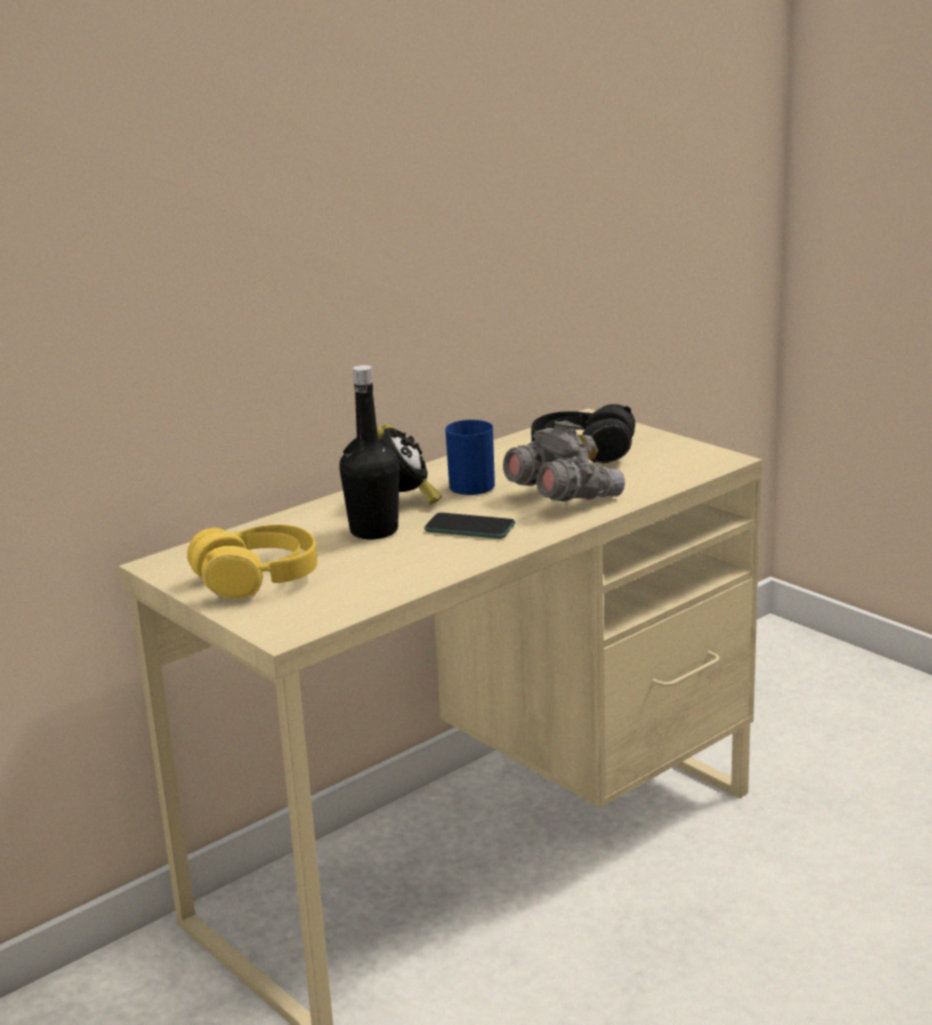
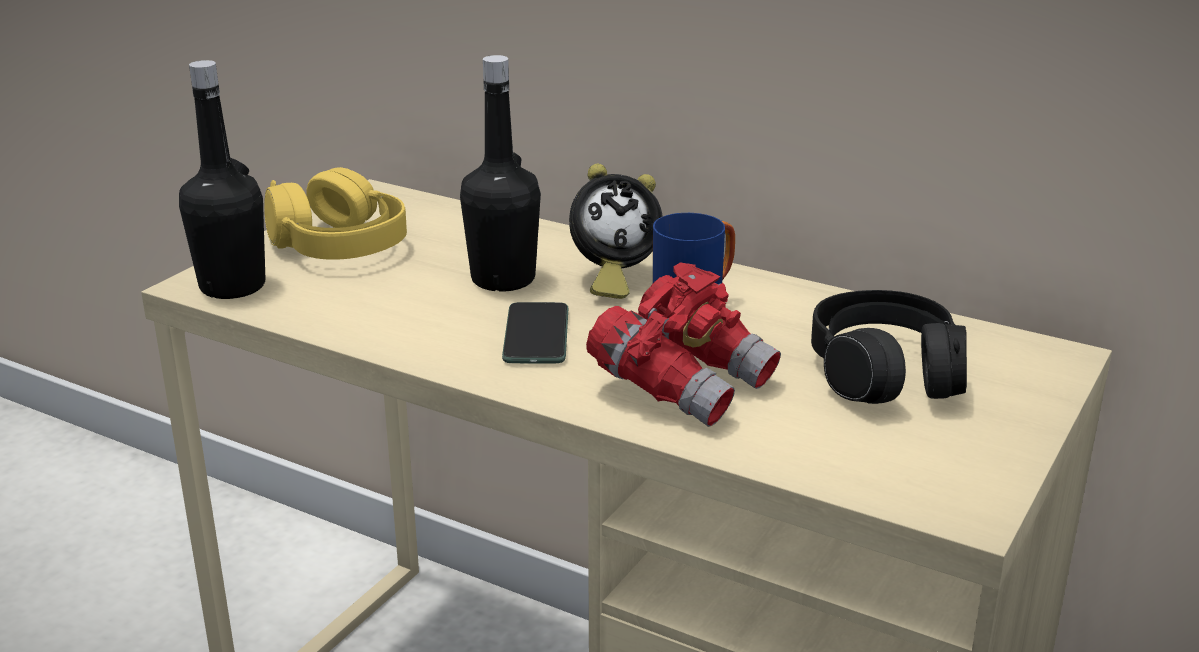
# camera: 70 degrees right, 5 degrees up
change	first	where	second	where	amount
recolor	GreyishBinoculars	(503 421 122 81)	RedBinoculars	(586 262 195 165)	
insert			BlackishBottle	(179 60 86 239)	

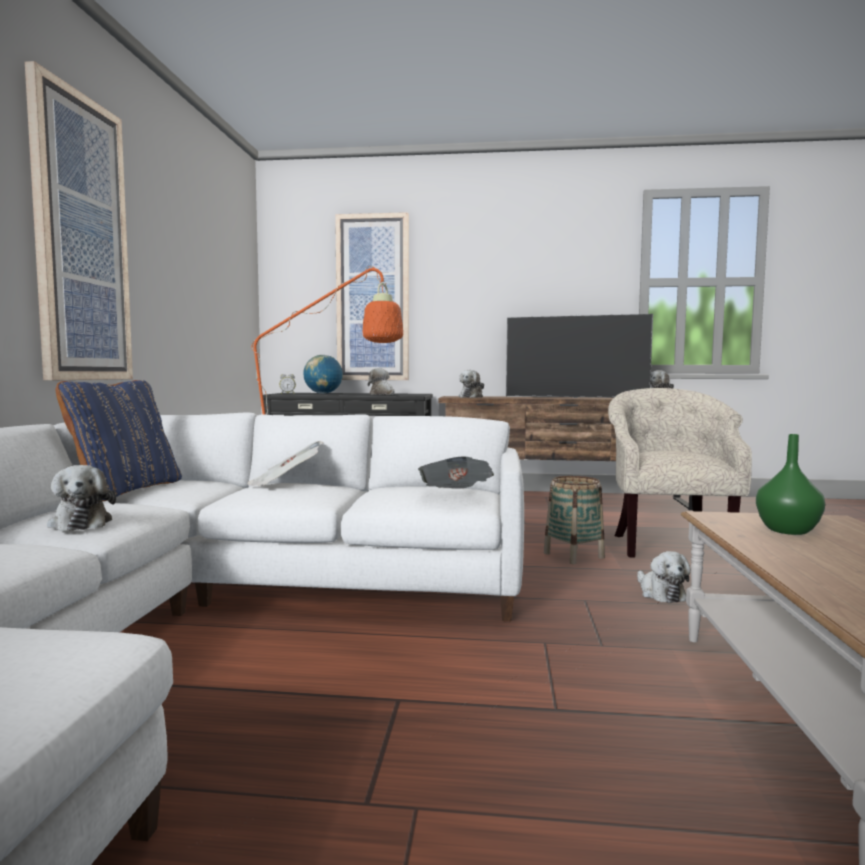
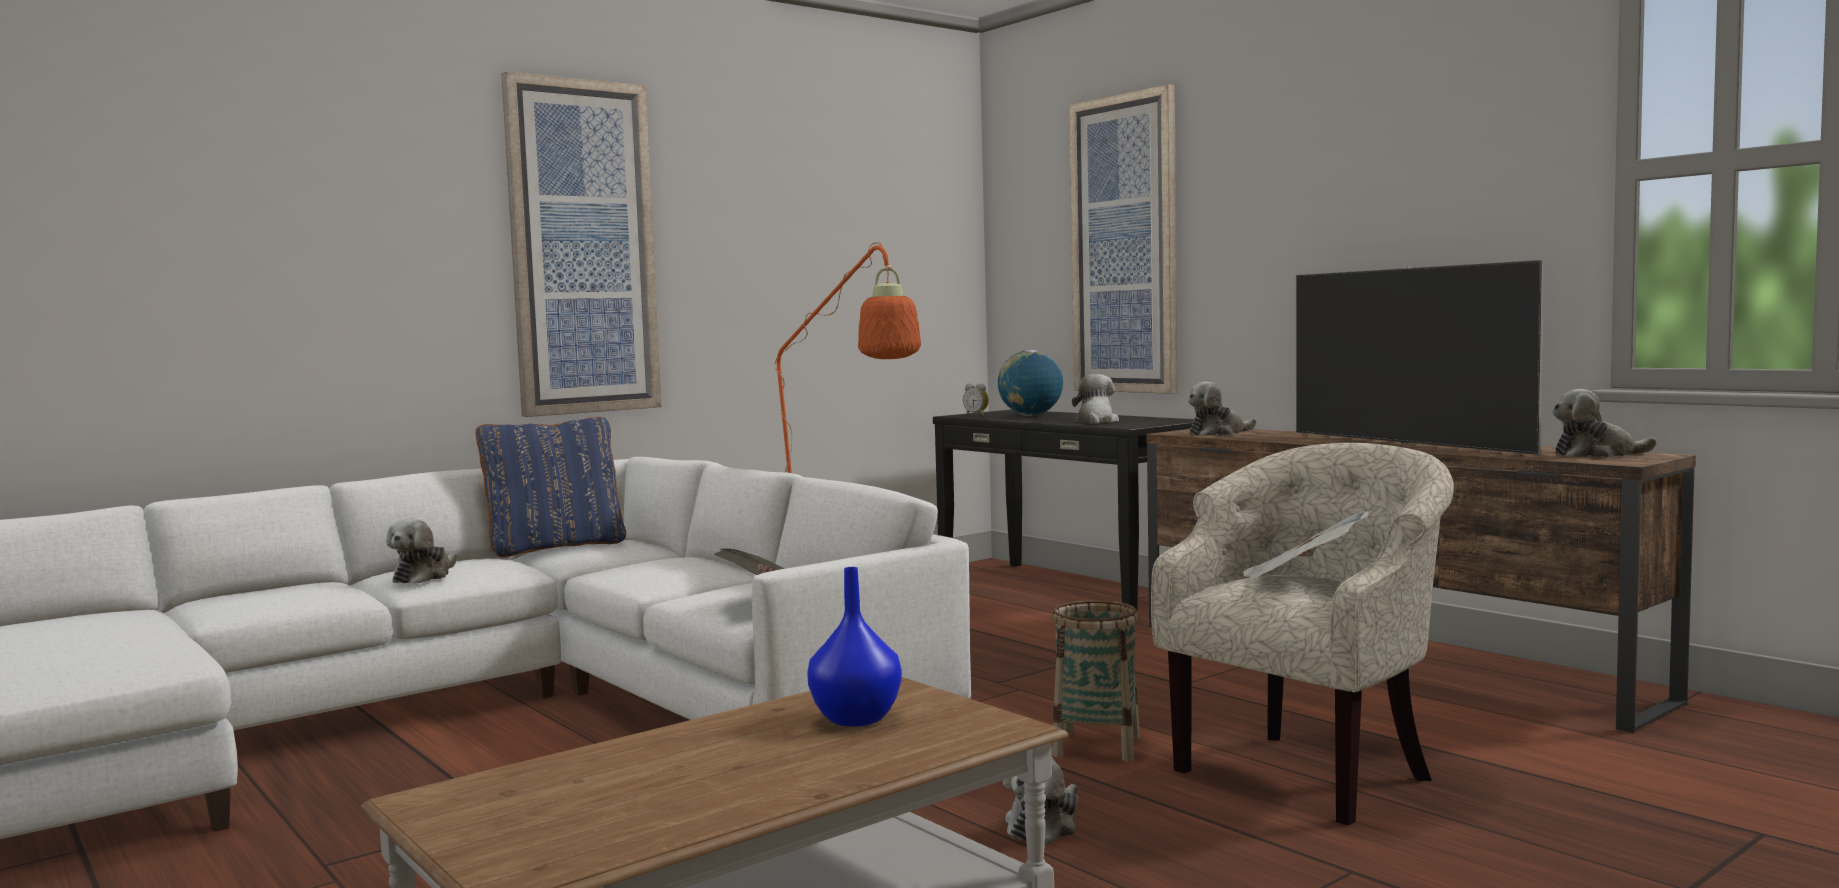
# camera: 45 degrees right, 0 degrees up
change	first	where	second	where	amount
move	Newspaper	(247 441 76 45)		(1243 511 126 68)	
recolor	GreenDecorativeVase	(756 434 69 101)	BlueDecorativeVase	(807 567 95 160)	

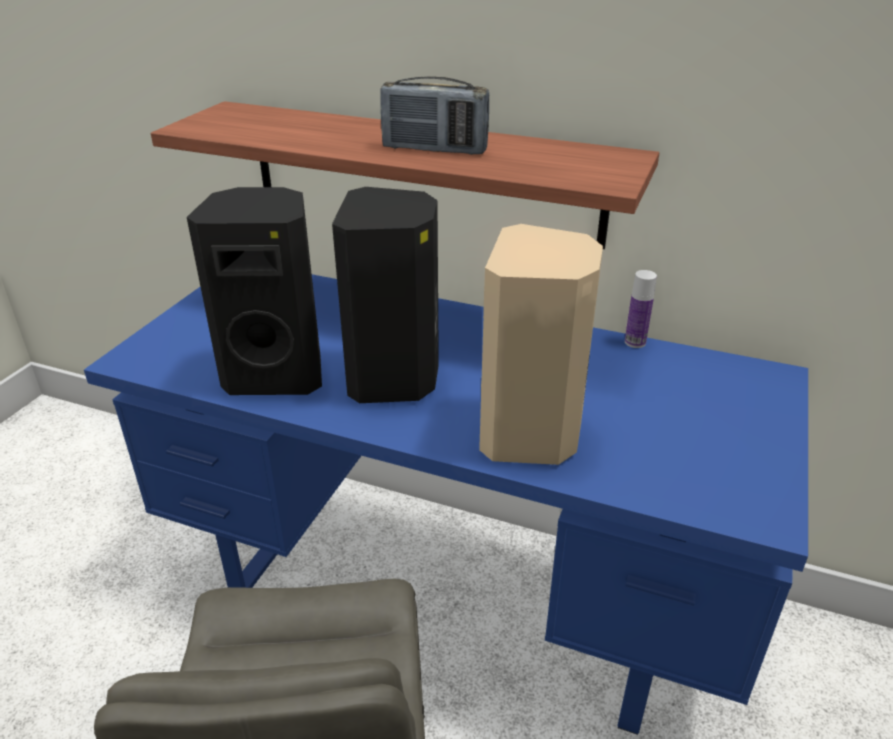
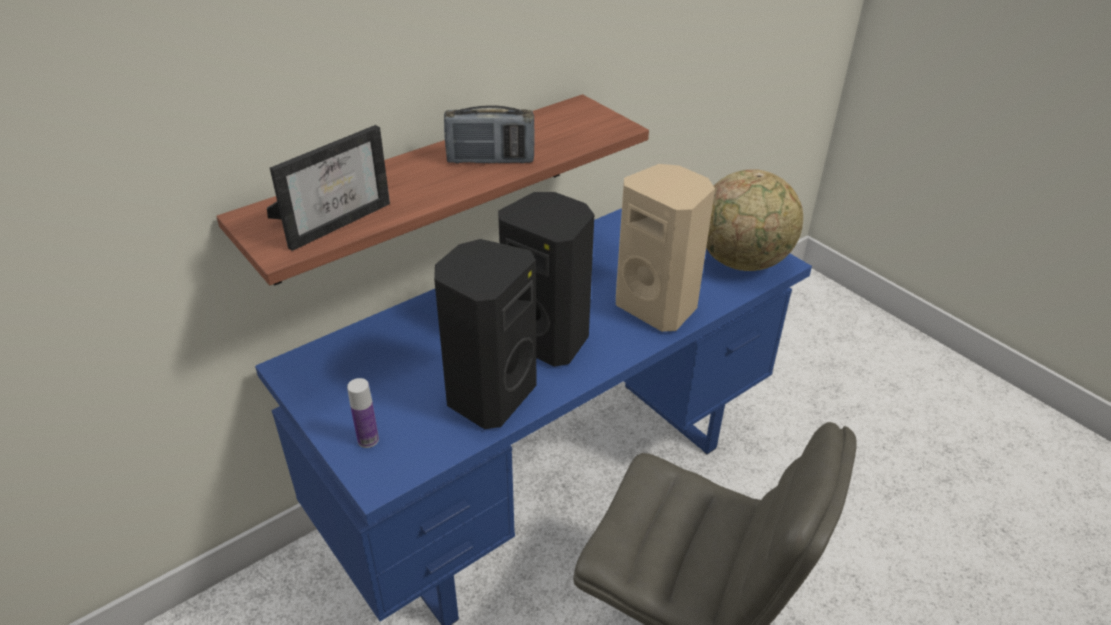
# camera: 60 degrees left, 5 degrees up
change	first	where	second	where	amount
rotate	RadioReceiver	(380 76 109 79)		(444 105 91 59)	45 degrees clockwise
move	Bottle	(625 270 32 78)		(347 378 32 70)	
insert			PhotoFrame	(267 125 123 126)	
insert			DeskGlobe	(706 169 97 102)	

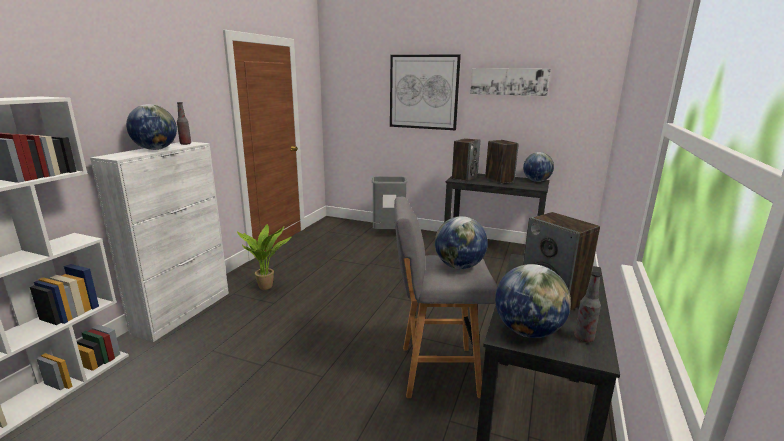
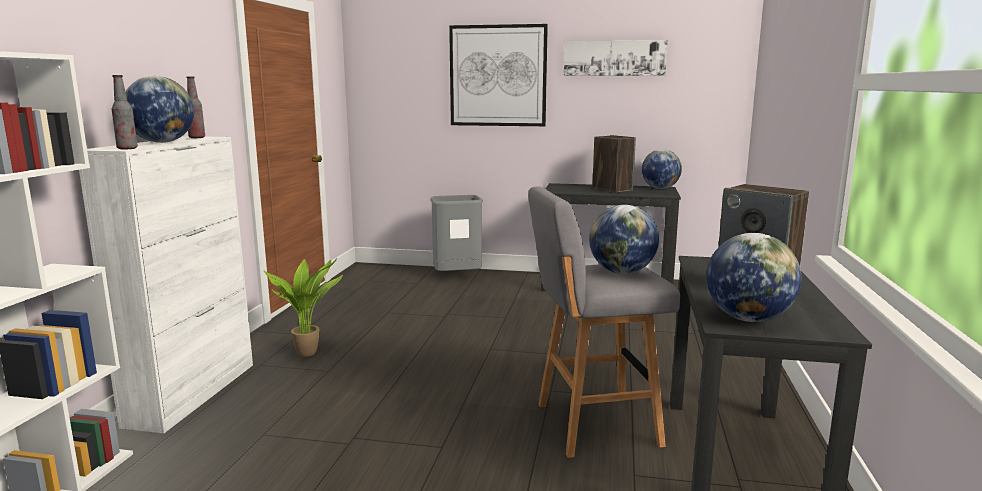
# camera: 10 degrees left, 5 degrees down
change	first	where	second	where	amount
delete	Loudspeaker	(452 138 28 44)			
move	Bottle	(574 271 27 71)		(112 75 26 74)	

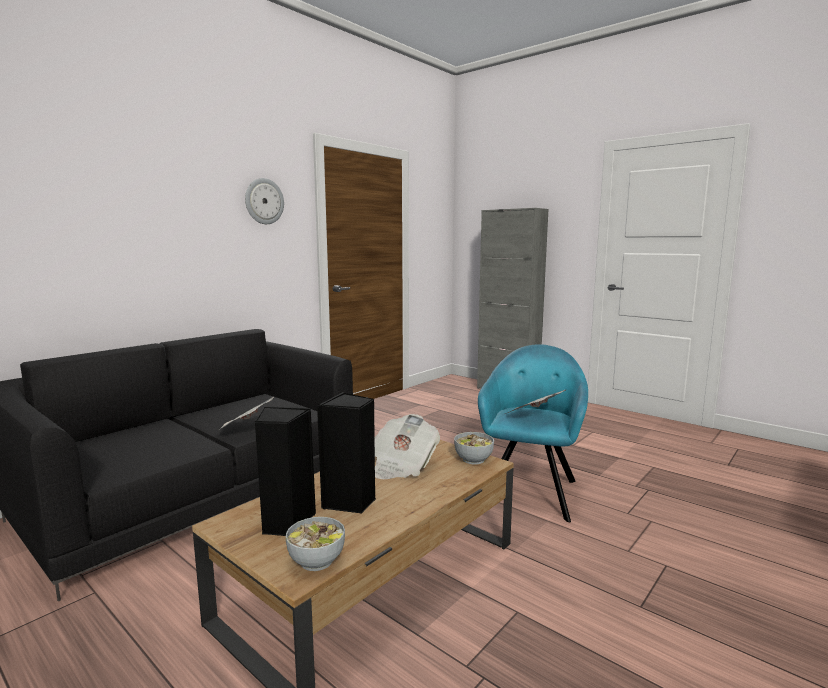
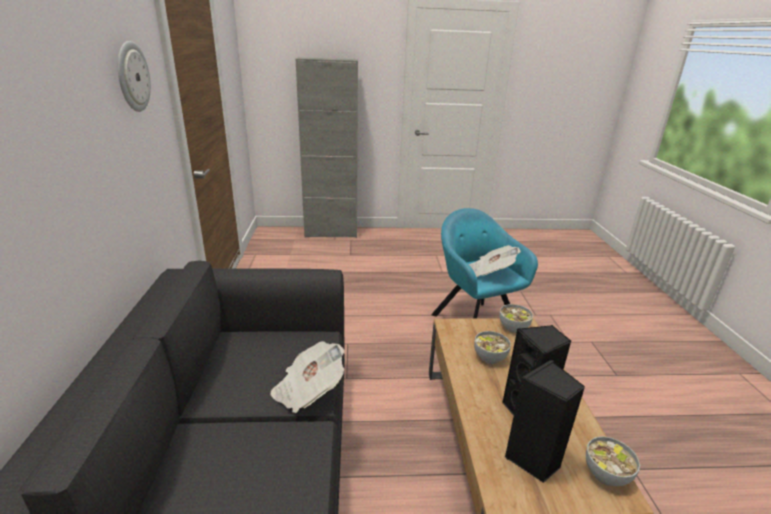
# camera: 45 degrees left, 15 degrees up
change	first	where	second	where	amount
replace	Newspaper	(375 414 65 65)	ServingBowl	(474 331 37 33)	

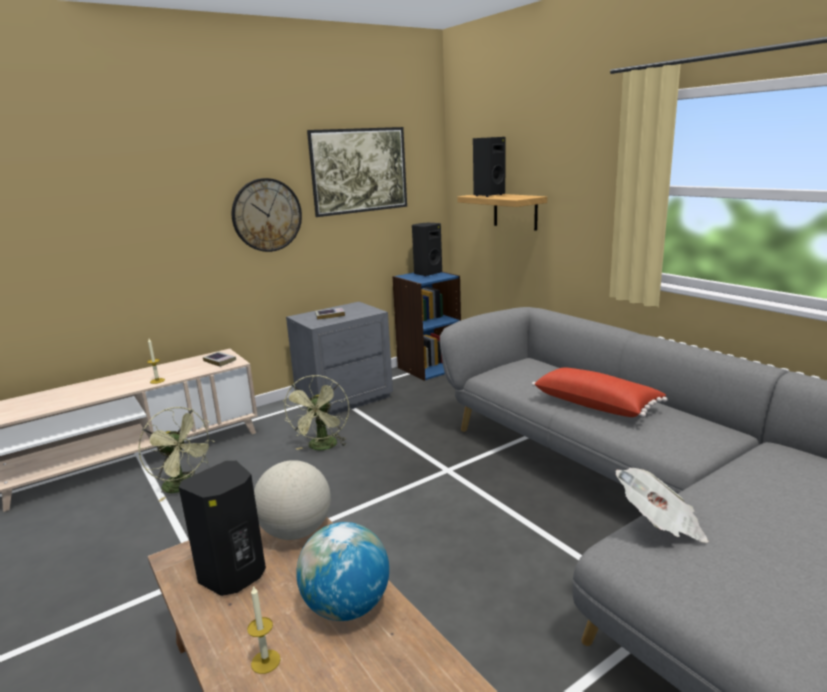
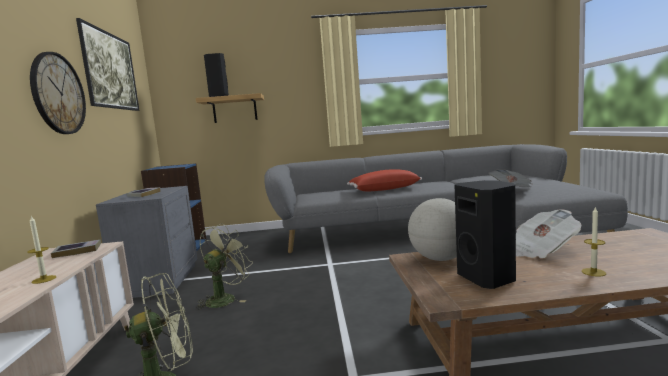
# camera: 60 degrees left, 10 degrees down
change	first	where	second	where	amount
rotate	GreenCoolingFan	(283 375 66 75)		(195 223 58 87)	90 degrees counterclockwise
replace	DeskGlobe	(296 522 93 99)	Newspaper	(516 209 65 49)	
delete	BlackishLoudspeaker	(412 223 30 53)			

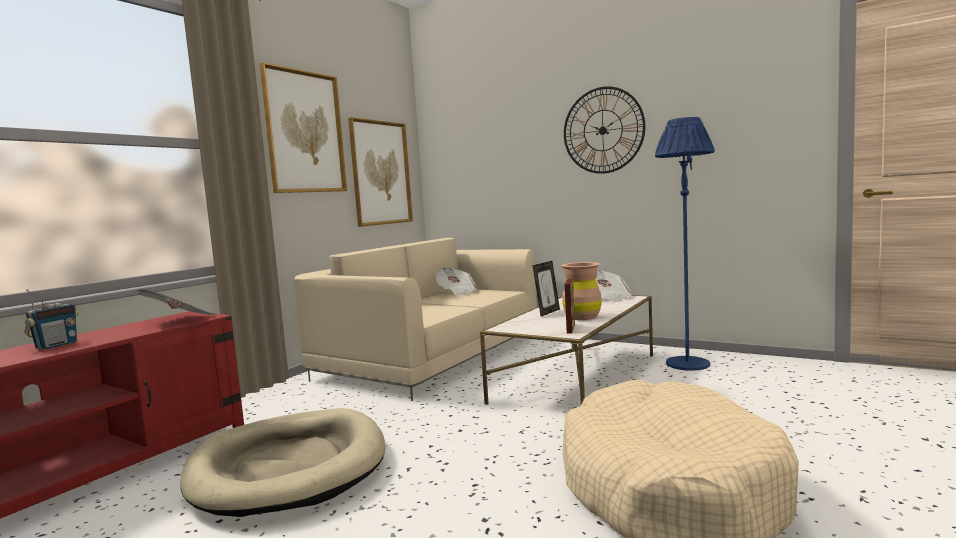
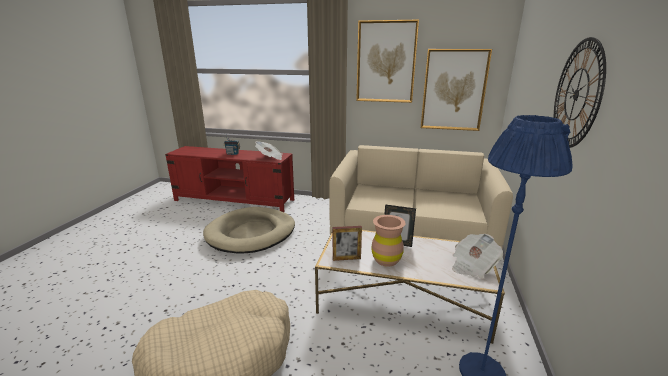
# camera: 70 degrees right, 15 degrees up
change	first	where	second	where	amount
delete	Newspaper	(435 267 42 29)			

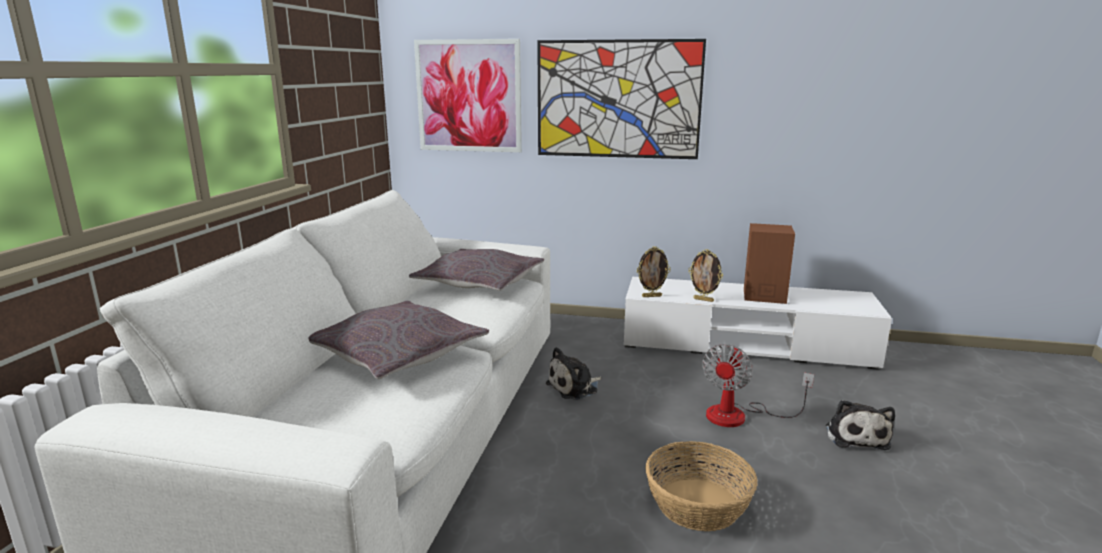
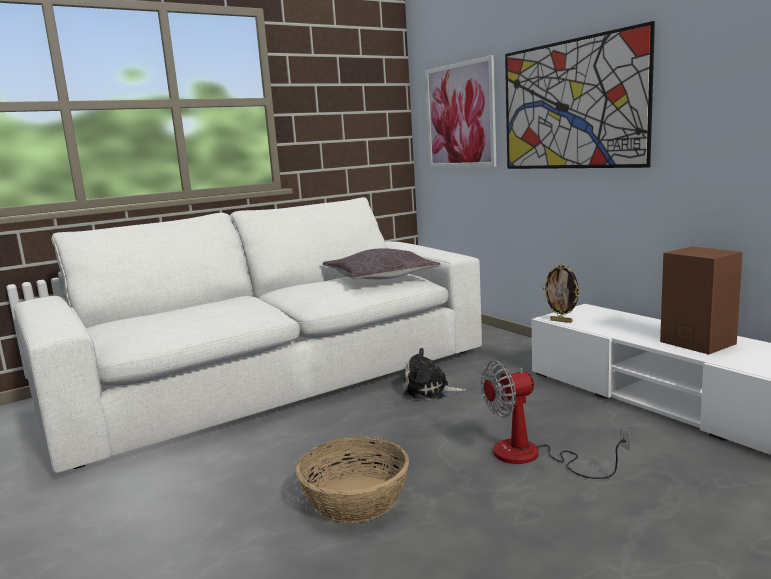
# camera: 45 degrees right, 5 degrees down
change	first	where	second	where	amount
delete	GreyishPillow	(308 301 181 78)			
delete	PhotoFrame	(688 249 35 53)			
delete	PlushToy	(826 400 69 50)			

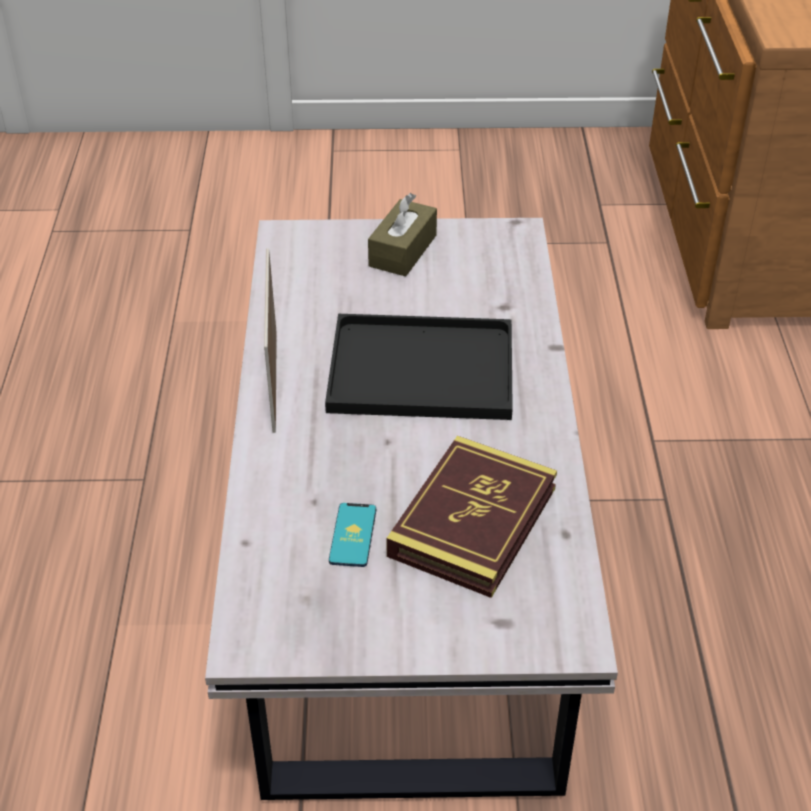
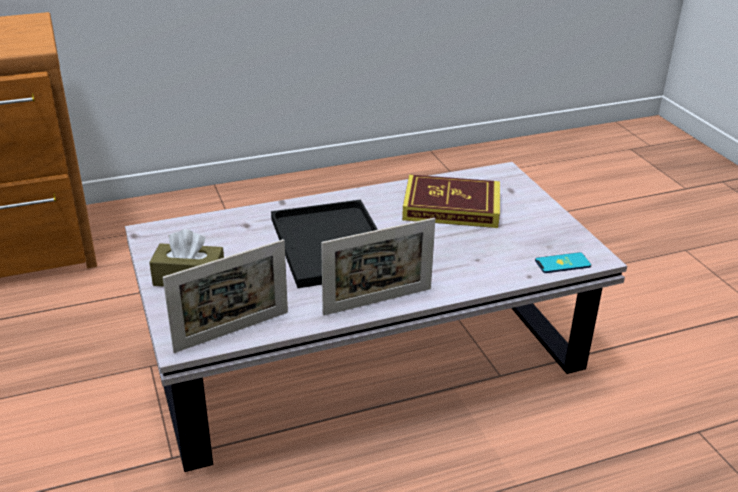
# camera: 110 degrees left, 10 degrees down
change	first	where	second	where	amount
move	Telephone	(329 503 47 64)		(535 252 56 21)	
insert			PhotoFrame	(163 239 125 114)	

